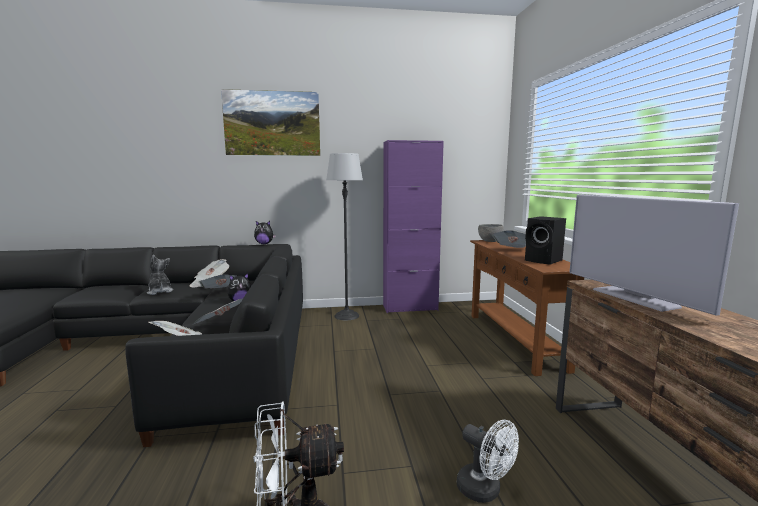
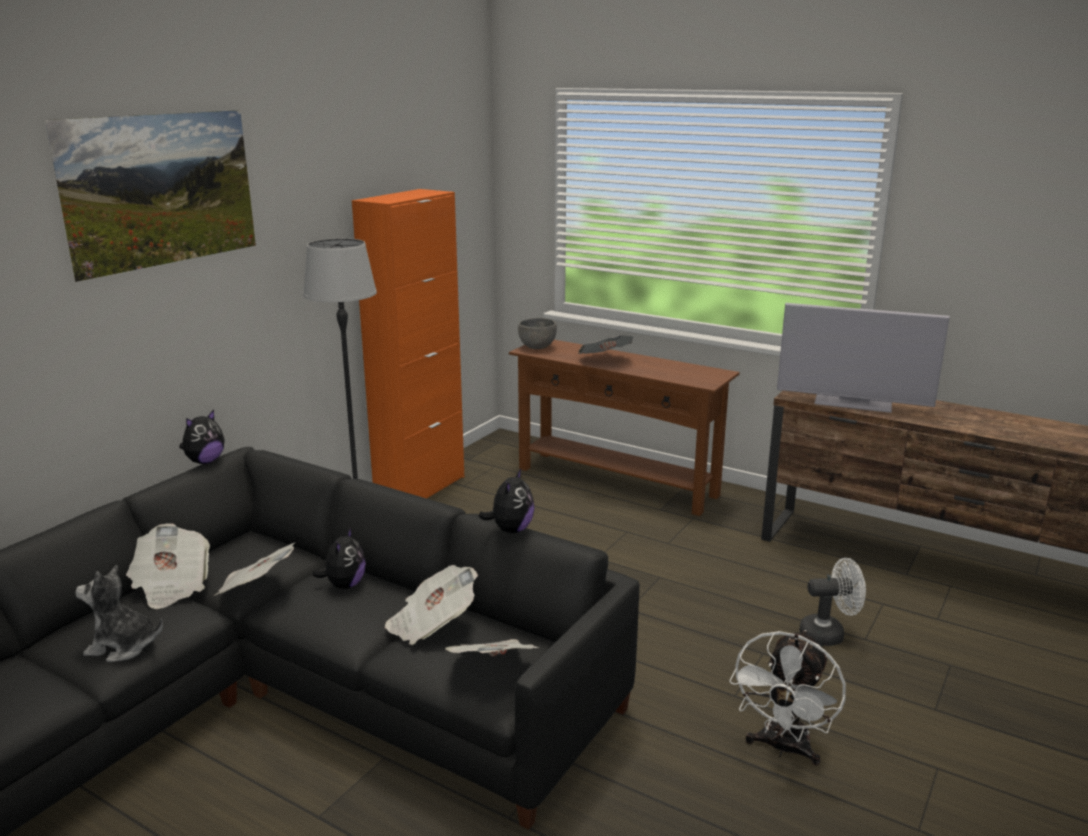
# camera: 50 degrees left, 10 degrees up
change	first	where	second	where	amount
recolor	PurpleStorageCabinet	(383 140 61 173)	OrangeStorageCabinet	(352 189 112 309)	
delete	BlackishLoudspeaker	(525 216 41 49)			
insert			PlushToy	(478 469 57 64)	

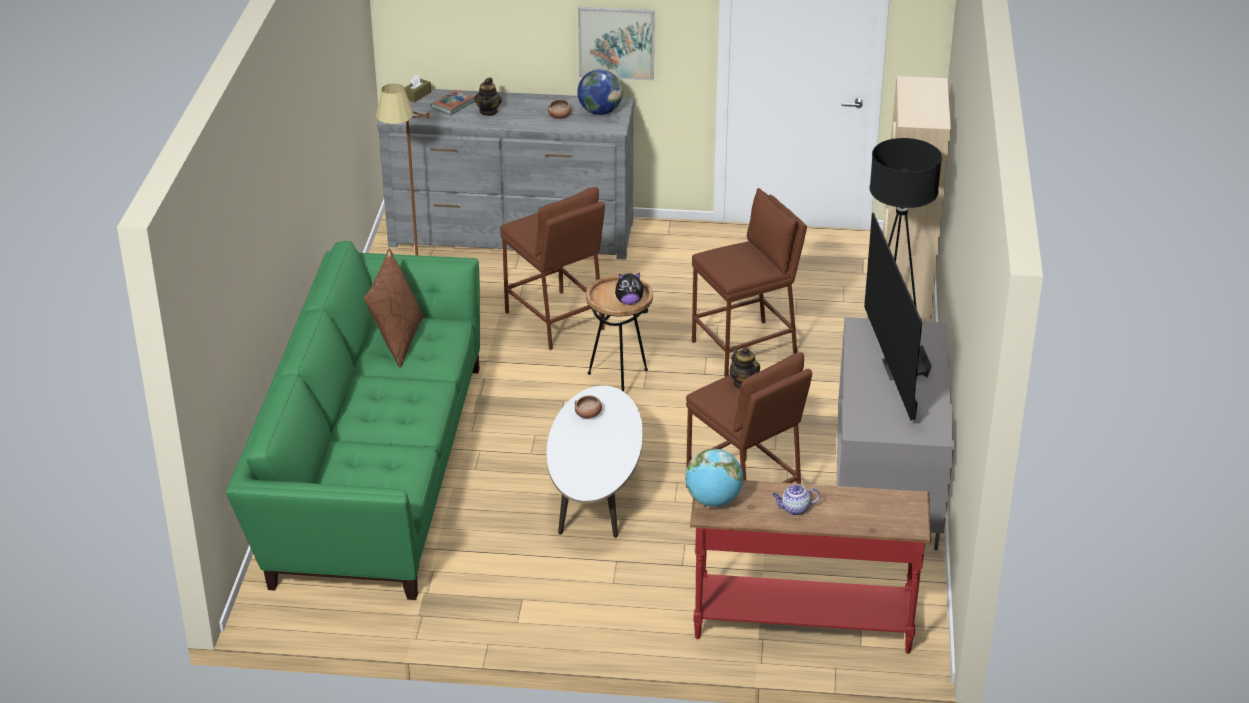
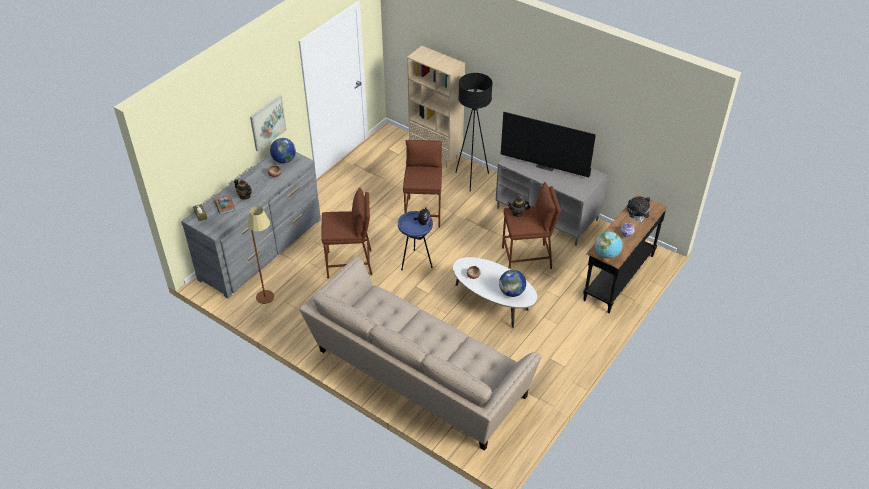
# camera: 60 degrees left, 10 degrees up
change	first	where	second	where	amount
recolor	GreenCouch	(226 241 254 359)	SandColouredCouch	(299 256 243 195)	
delete	BrownColouredPillow	(364 248 60 120)			
recolor	BrownColouredAccentTable	(586 275 67 117)	BlueAccentTable	(398 211 35 59)	
recolor	RedNarrowTable	(690 480 241 174)	BlackishNarrowTable	(583 194 85 119)	
insert			DeskGlobe	(499 270 27 27)	
insert			PlushToy	(627 196 23 28)	

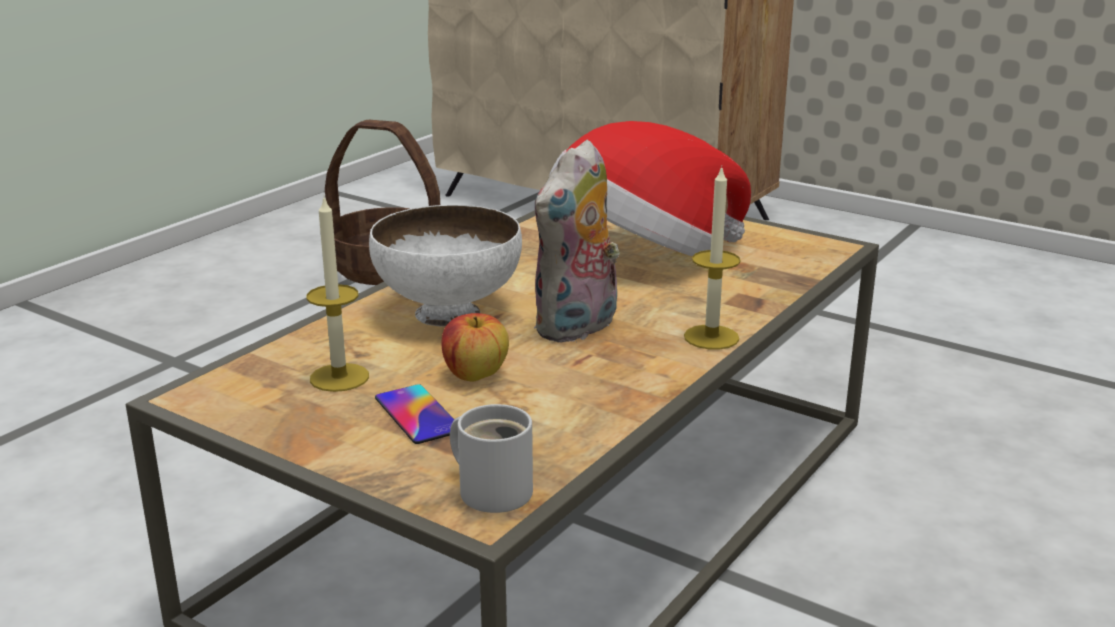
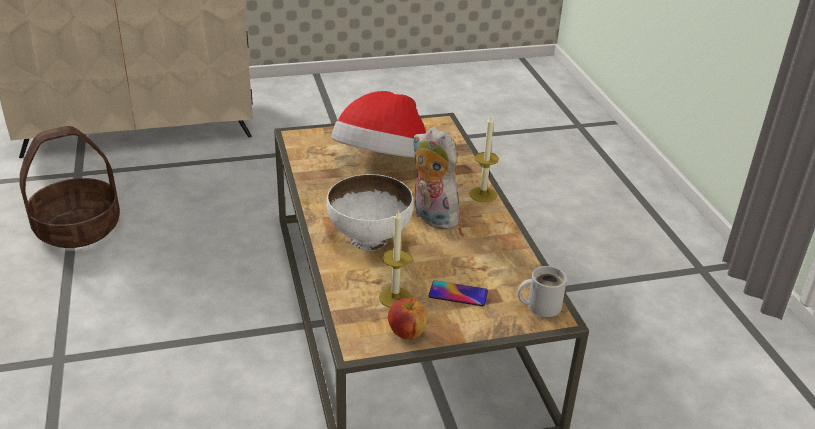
# camera: 50 degrees left, 10 degrees up
change	first	where	second	where	amount
move	Apple	(442 313 67 69)		(388 298 40 41)	
rotate	PlushToy	(534 140 86 203)		(413 127 47 103)	150 degrees clockwise

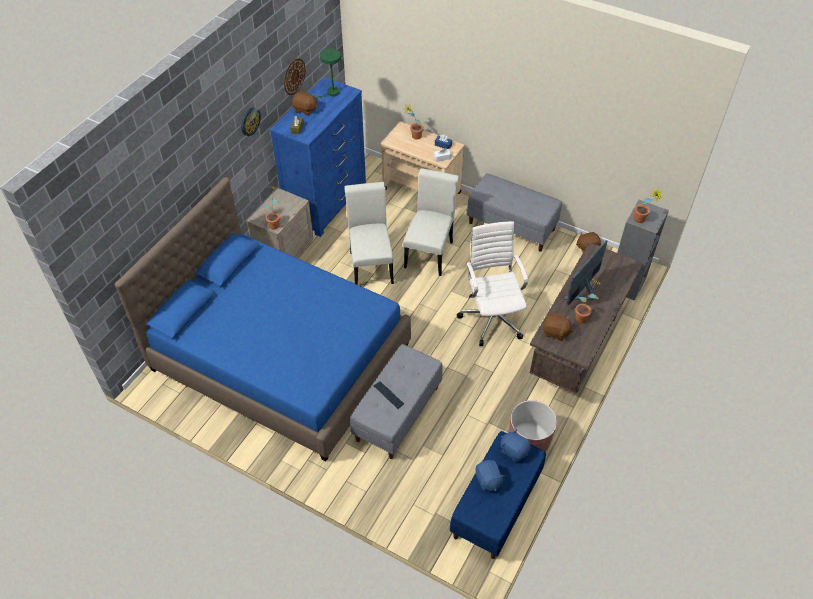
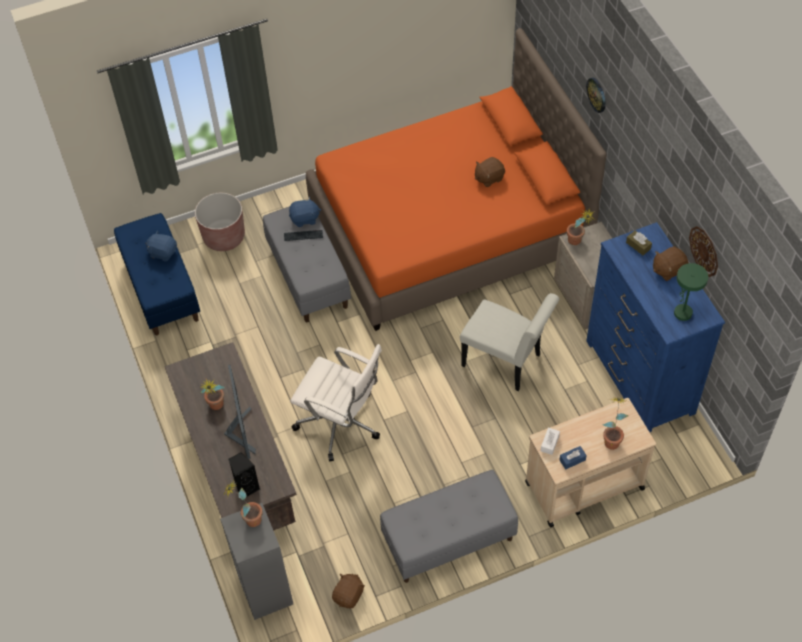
# camera: 130 degrees right, 5 degrees up
change	first	where	second	where	amount
recolor	BlueBedroomBed	(115 177 296 285)	OrangeBedroomBed	(306 28 301 303)	
move	ClockOnTheWall	(241 108 20 28)		(586 78 20 35)	
delete	WhiteChair	(403 168 56 108)			
move	BluePlushToy	(501 429 30 33)		(289 197 32 30)	
move	BrownColouredPlantPot	(509 400 48 51)		(195 193 50 58)	
move	BrownColouredPlushToy	(543 314 30 27)		(475 157 30 30)	
insert			BlackishLoudspeaker	(229 452 31 45)	

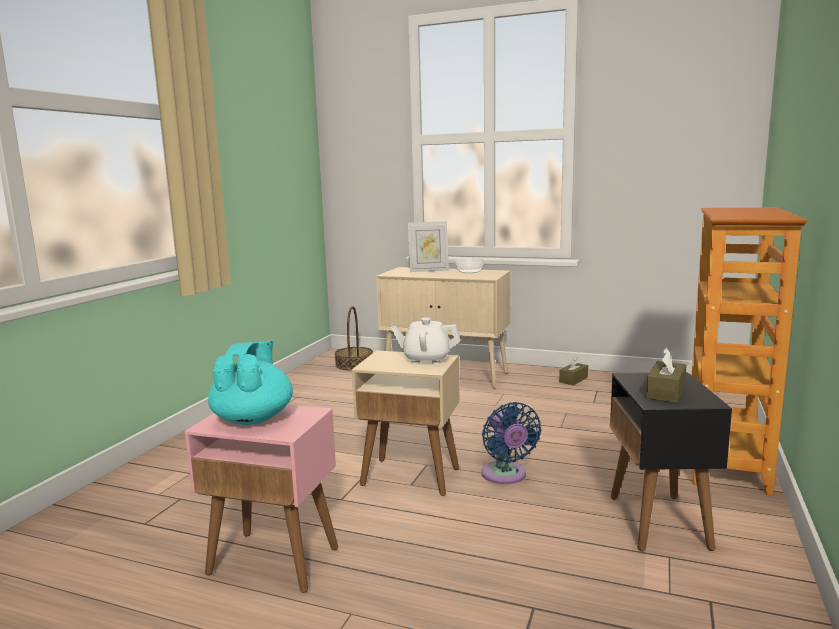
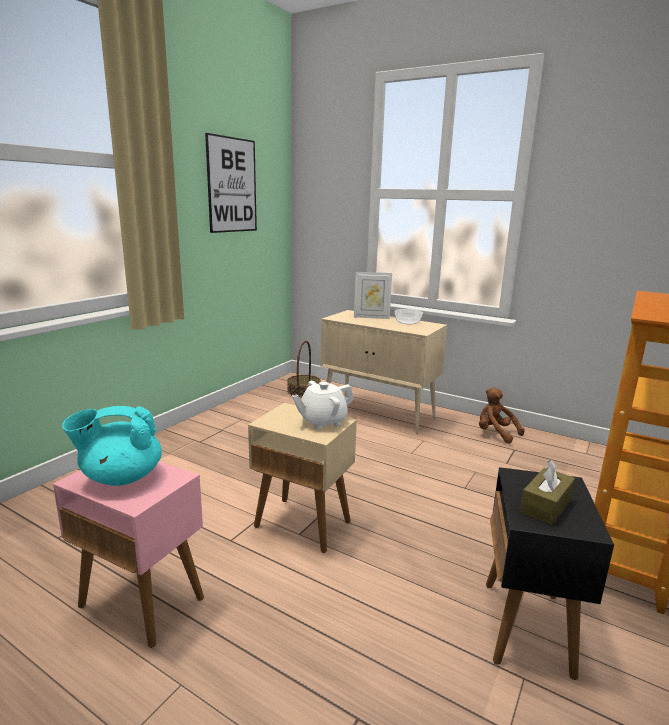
# camera: 10 degrees right, 5 degrees up
change	first	where	second	where	amount
rotate	BlueGreenTeapot	(208 340 85 85)		(62 406 100 80)	120 degrees counterclockwise
rotate	WhiteTeapot	(391 317 70 48)		(292 381 62 49)	45 degrees counterclockwise
delete	BlueCoolingFan	(481 402 60 82)			
replace	BrownColouredTissueBox	(559 355 29 30)	BrownColouredPlushToy	(479 388 46 56)	
insert			WallPicture	(205 133 52 100)	

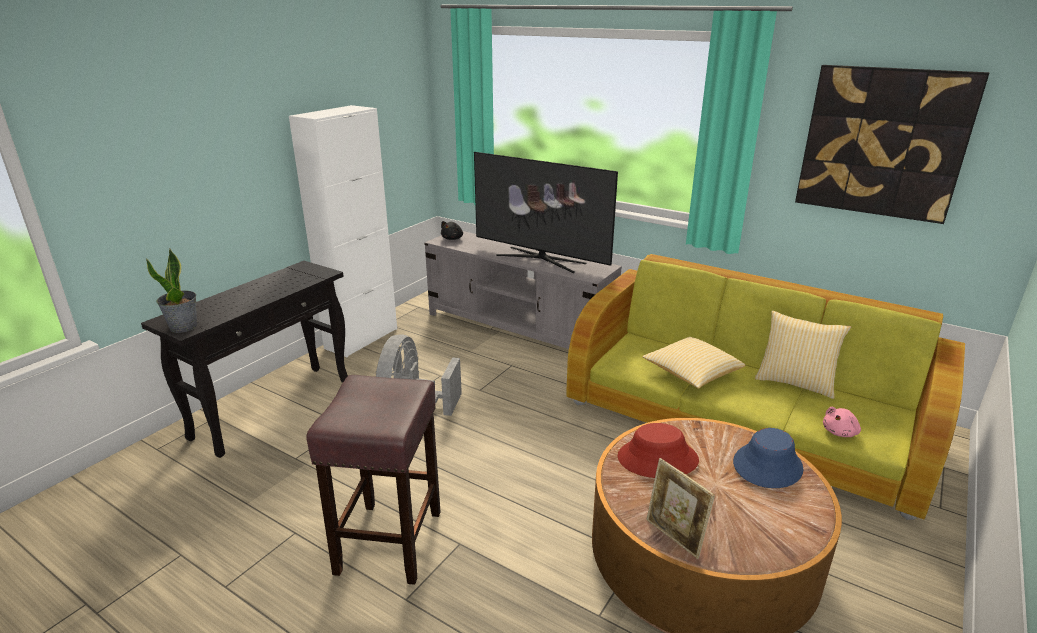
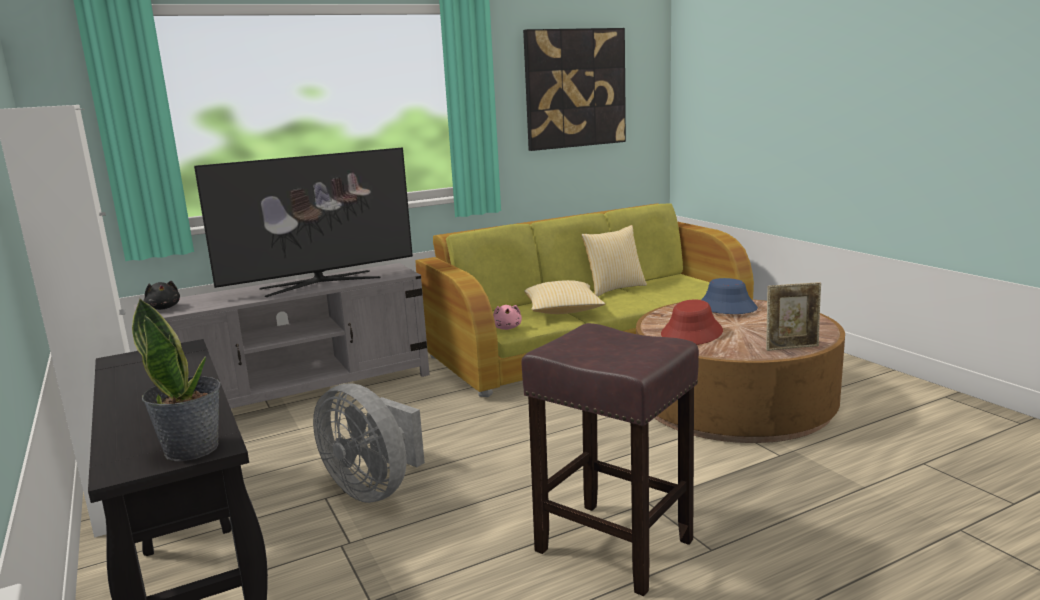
# camera: 60 degrees left, 10 degrees down
change	first	where	second	where	amount
move	PinkishPlushToy	(823 407 38 30)		(493 305 29 25)	

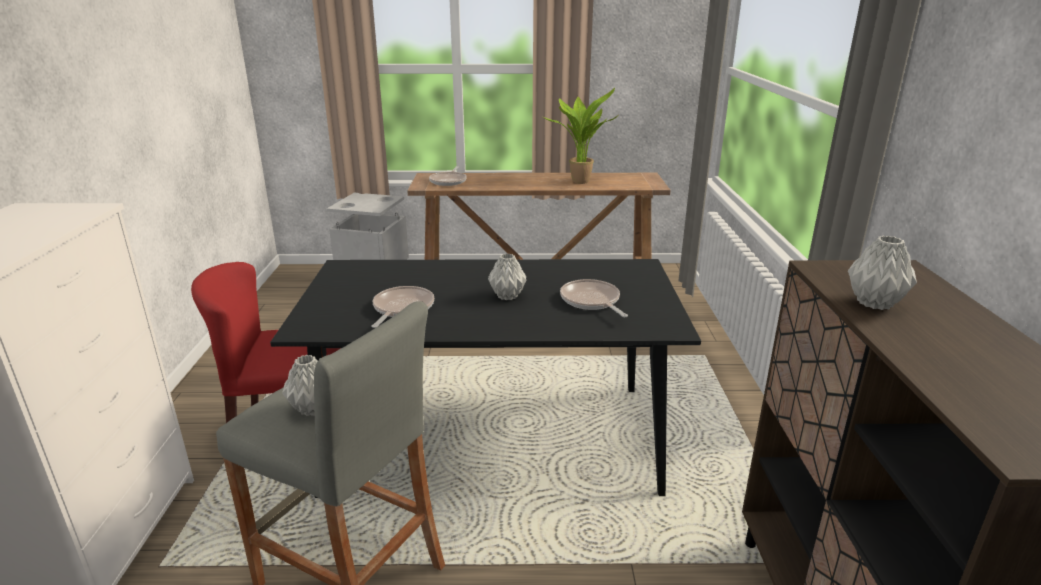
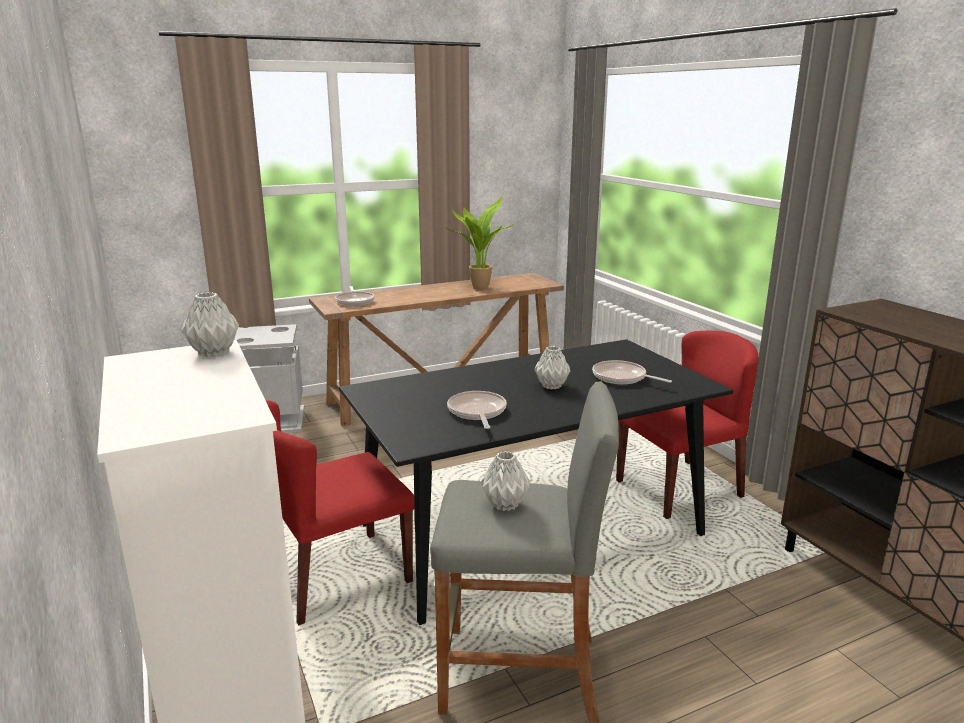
# camera: 25 degrees left, 5 degrees down
change	first	where	second	where	amount
move	GreyishDecorativeVase	(848 236 69 74)		(181 292 58 66)	
insert			RedChair	(616 331 142 188)	

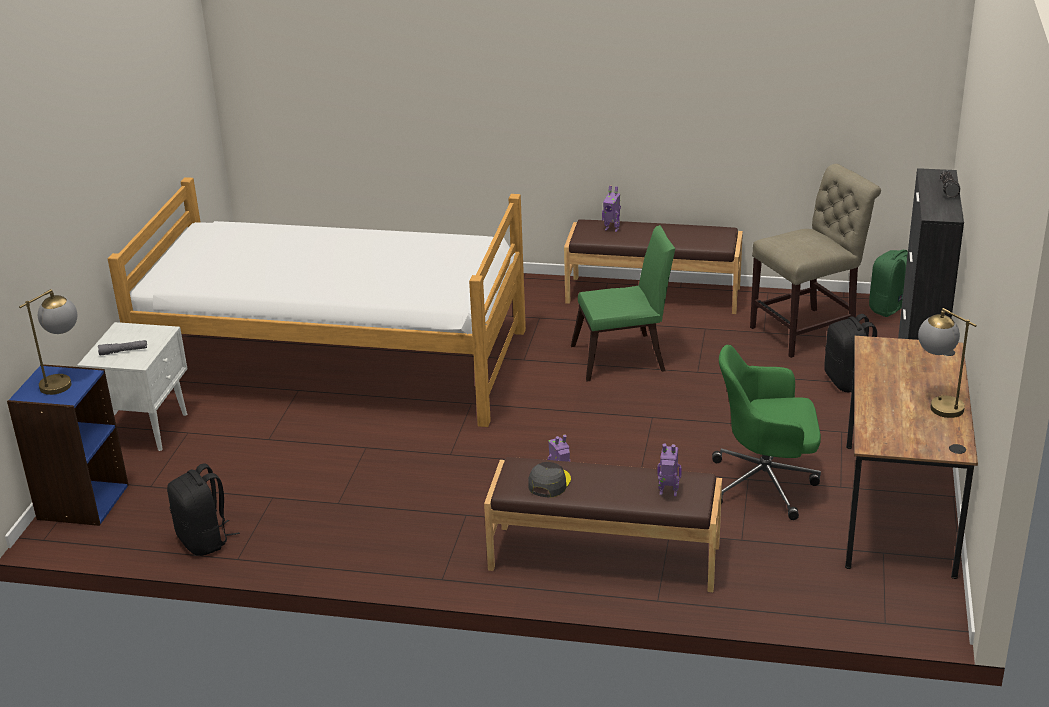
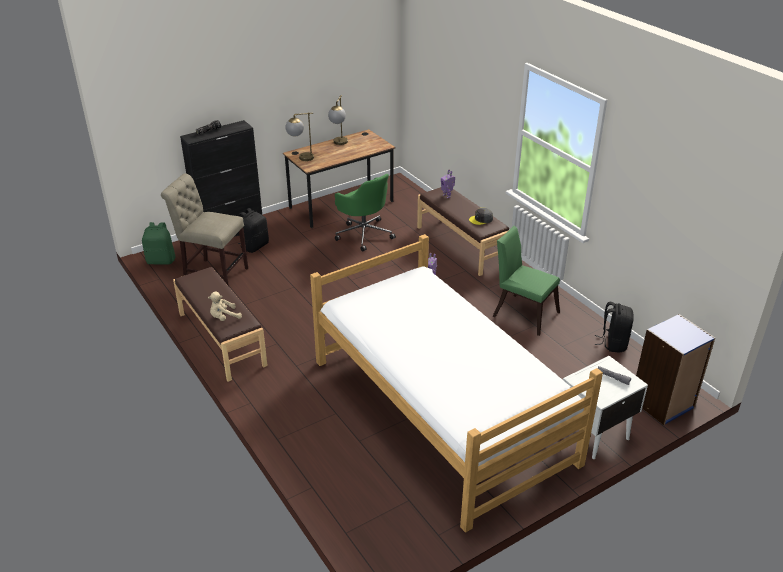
# camera: 135 degrees left, 5 degrees up
change	first	where	second	where	amount
move	TabletopLamp	(19 289 58 106)		(285 112 29 49)	
move	GreenChair	(571 225 104 156)		(493 226 67 110)	
replace	ModelRobot	(602 185 19 47)	SandColouredPlushToy	(208 292 34 29)	

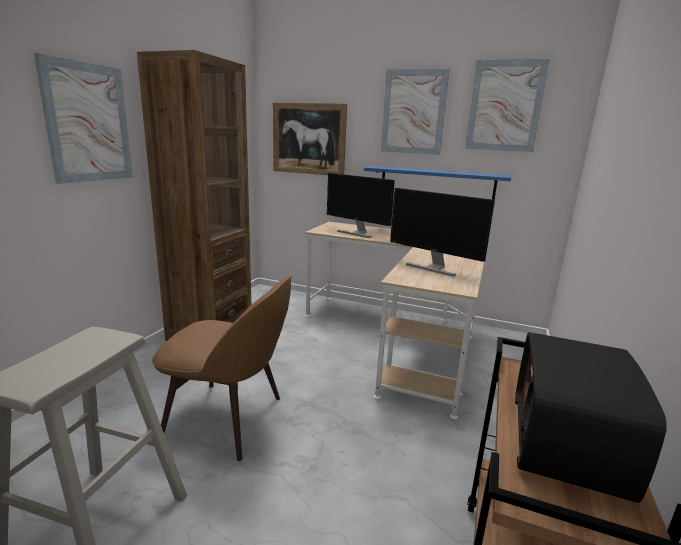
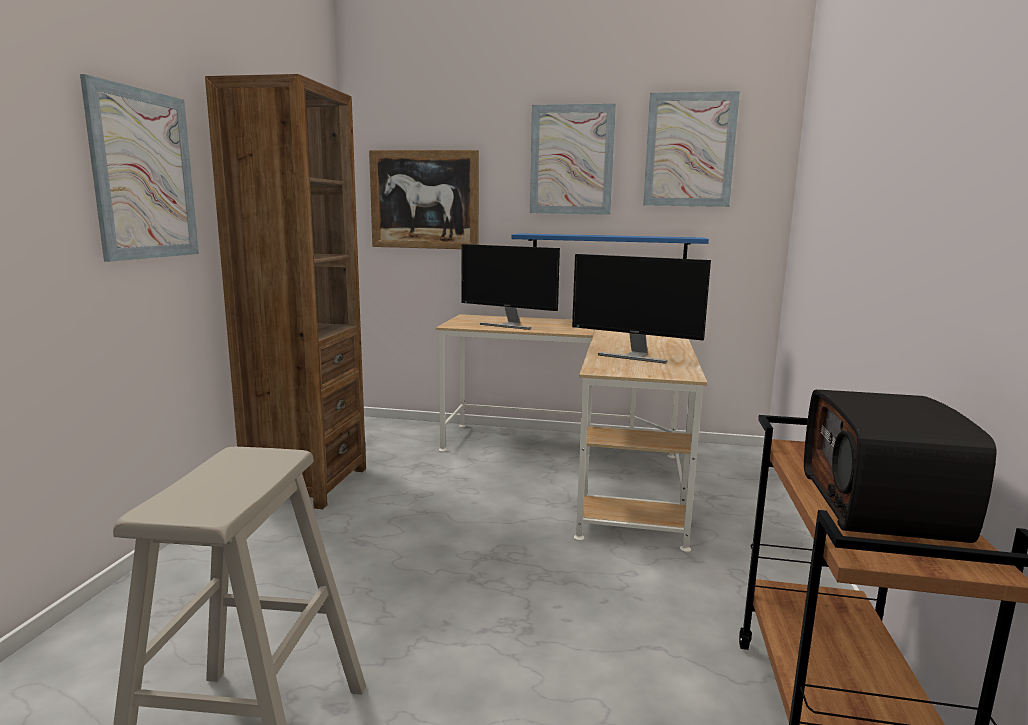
# camera: 10 degrees left, 5 degrees down
change	first	where	second	where	amount
delete	BrownColouredChair	(152 276 140 185)			

